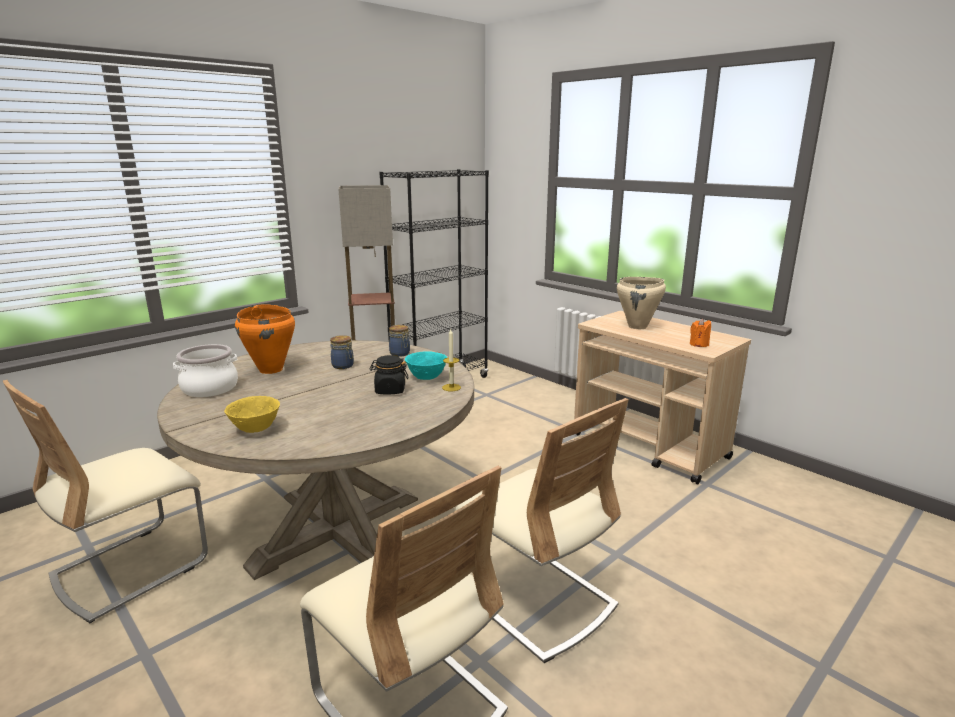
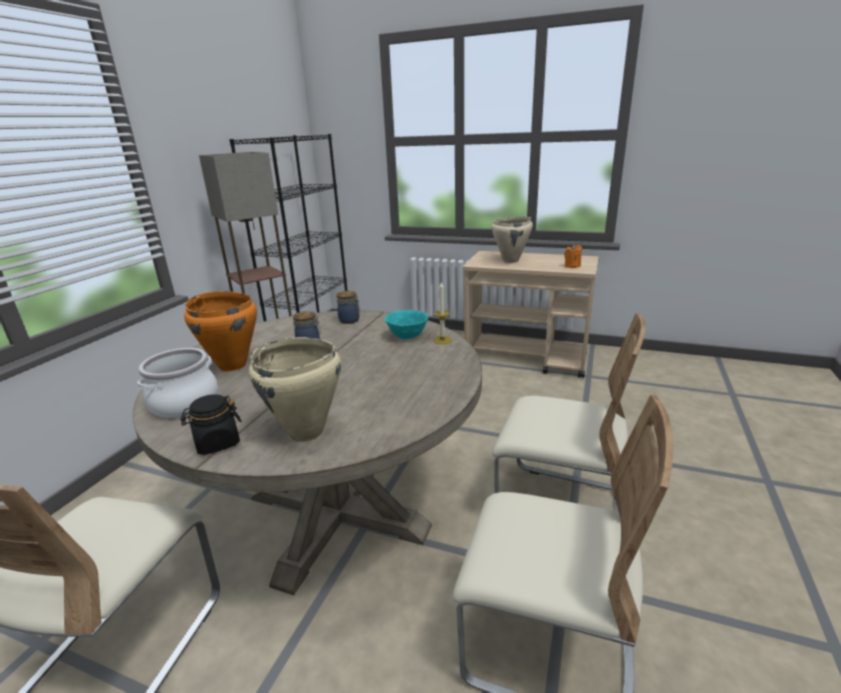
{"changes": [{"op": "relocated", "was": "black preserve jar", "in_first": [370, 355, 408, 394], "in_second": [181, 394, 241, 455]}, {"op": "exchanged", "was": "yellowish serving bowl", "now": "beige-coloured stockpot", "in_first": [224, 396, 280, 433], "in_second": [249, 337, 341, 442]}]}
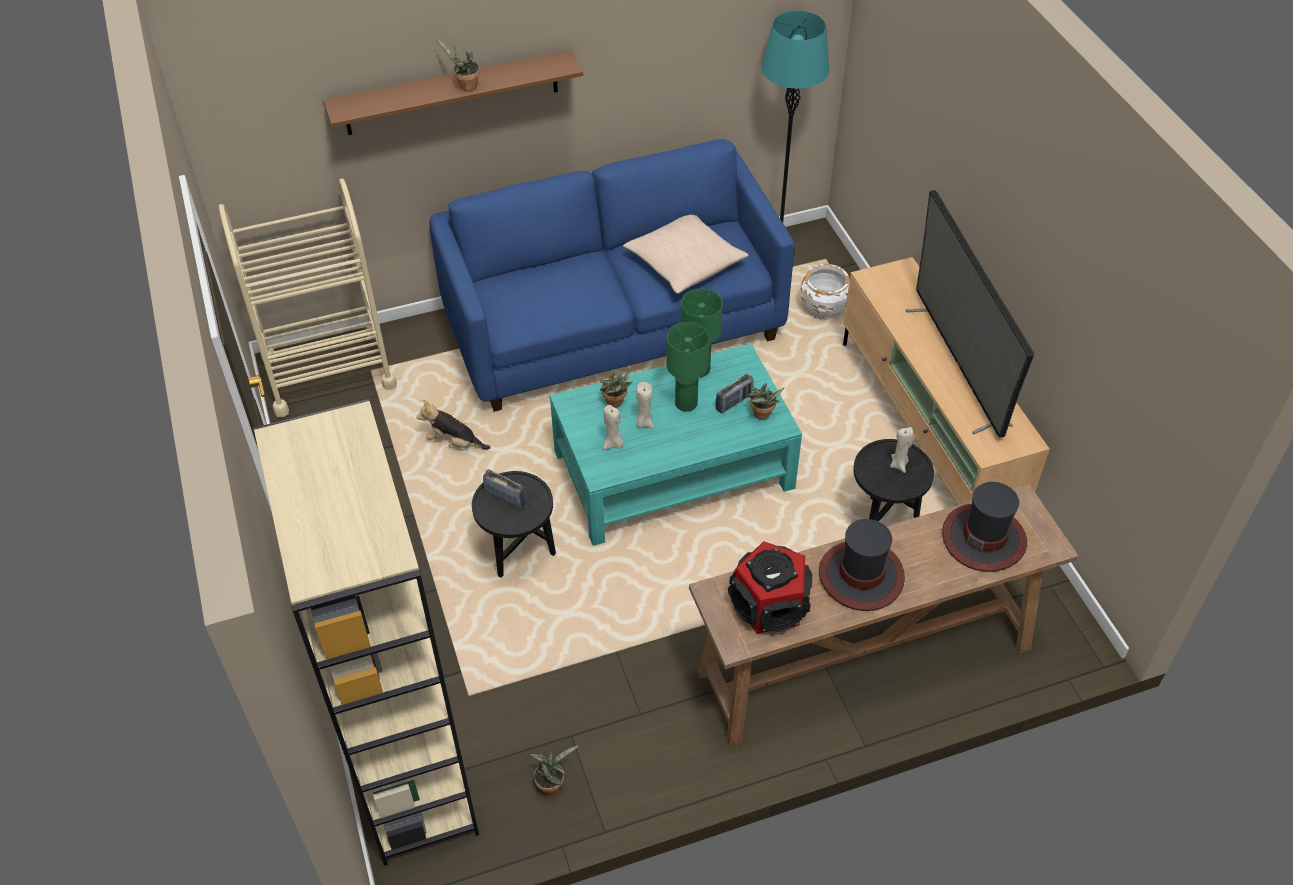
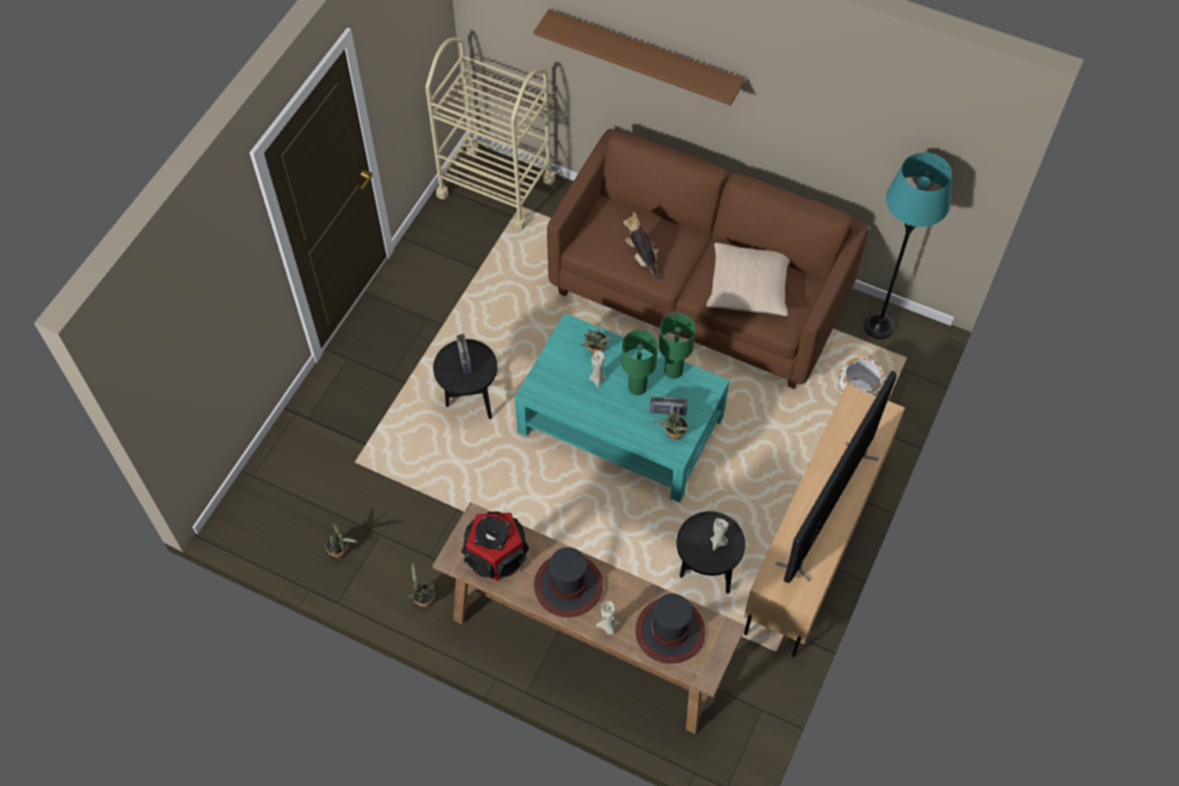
{"changes": [{"op": "relocated", "was": "houseplant", "in_first": [436, 38, 480, 91], "in_second": [407, 563, 435, 607]}, {"op": "colour", "was": "blue-coloured settee", "now": "brownish settee", "in_first": [430, 139, 794, 412], "in_second": [547, 129, 869, 389]}, {"op": "missing", "was": "beige-coloured bookshelf", "in_first": [253, 399, 479, 866]}, {"op": "relocated", "was": "soft toy", "in_first": [416, 400, 491, 450], "in_second": [623, 212, 661, 280]}, {"op": "relocated", "was": "beige-coloured candle", "in_first": [603, 405, 624, 450], "in_second": [596, 601, 620, 635]}]}
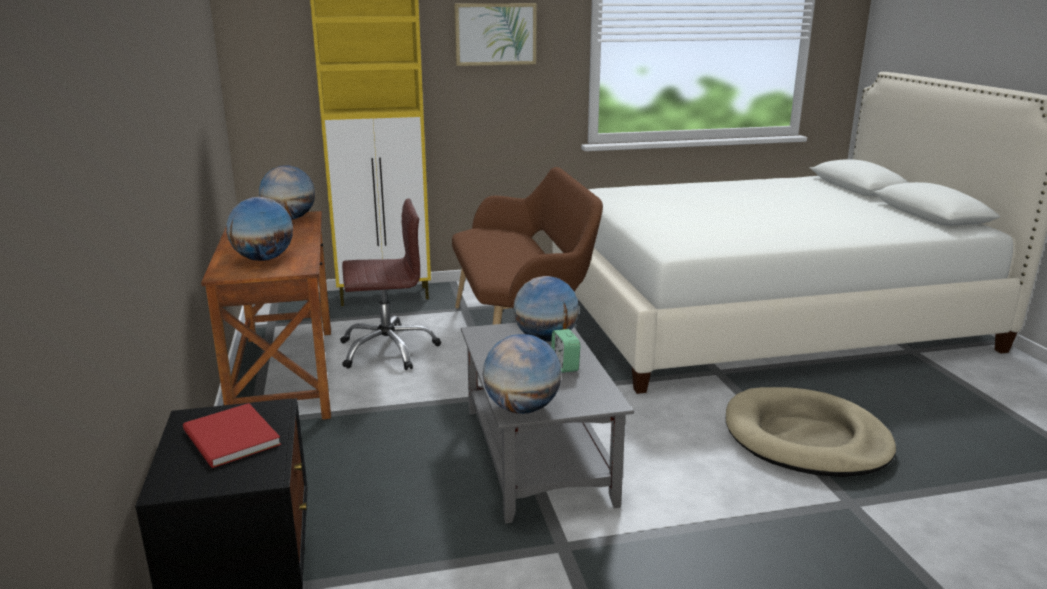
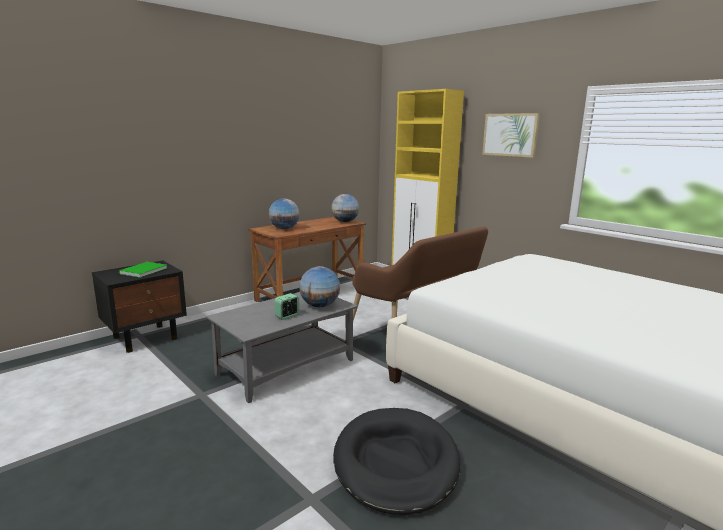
{"changes": [{"op": "missing", "was": "brownish computer chair", "in_first": [340, 199, 441, 370]}, {"op": "missing", "was": "world globe", "in_first": [483, 334, 562, 414]}, {"op": "colour", "was": "beige-coloured dog cushion", "now": "black dog cushion", "in_first": [726, 387, 896, 477], "in_second": [333, 408, 461, 515]}, {"op": "colour", "was": "reddish bound book", "now": "green-coloured bound book", "in_first": [183, 403, 281, 468], "in_second": [119, 262, 167, 278]}]}
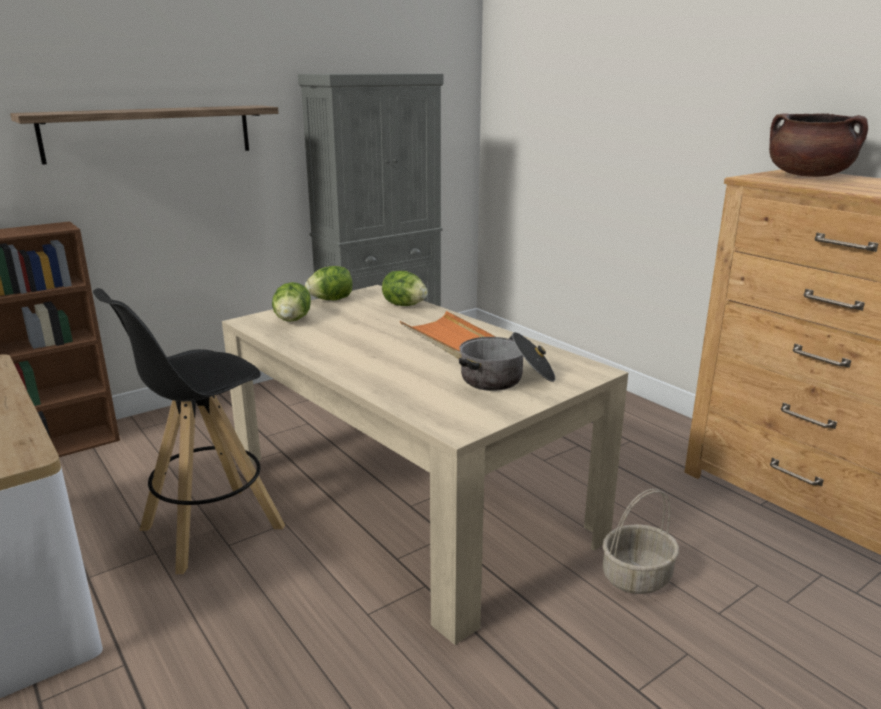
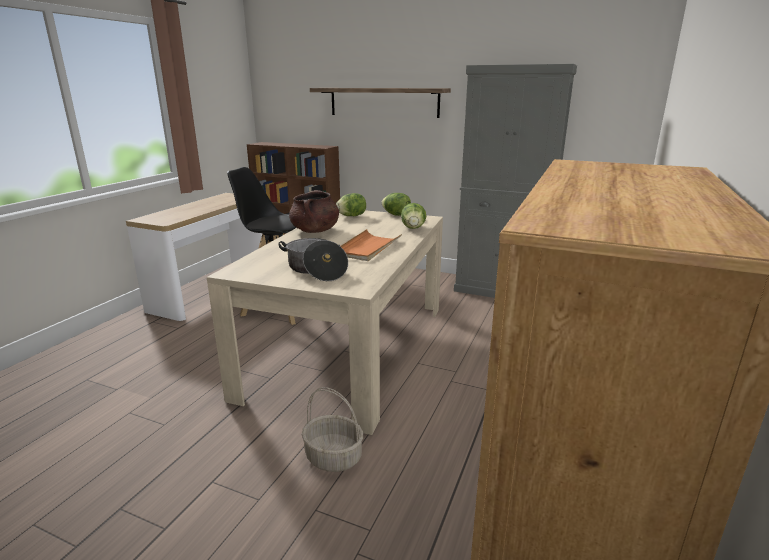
{"changes": [{"op": "relocated", "was": "brownish stockpot", "in_first": [769, 114, 868, 177], "in_second": [289, 190, 339, 233]}]}
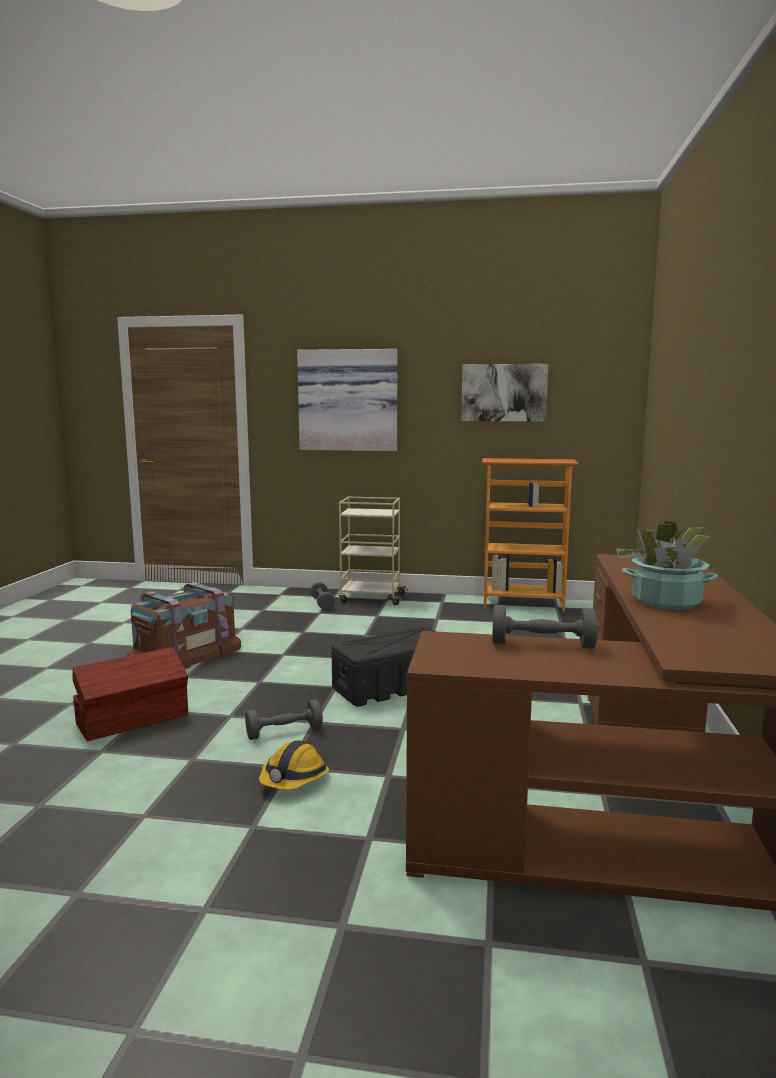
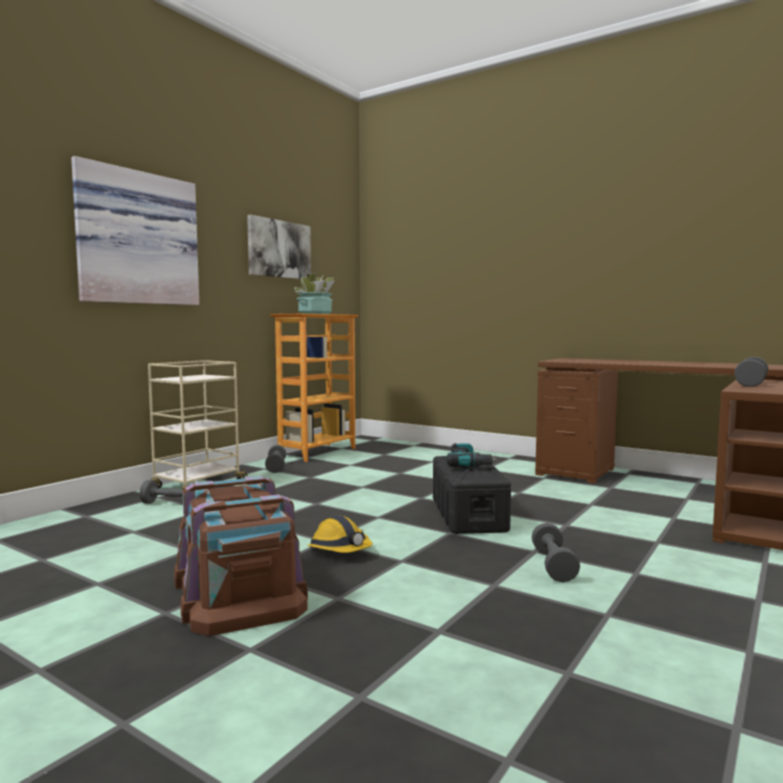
{"changes": [{"op": "relocated", "was": "houseplant", "in_first": [616, 520, 718, 610], "in_second": [294, 273, 335, 314]}, {"op": "missing", "was": "brownish storage box", "in_first": [72, 647, 188, 741]}, {"op": "relocated", "was": "hard hat", "in_first": [259, 740, 329, 790], "in_second": [307, 515, 372, 553]}, {"op": "appeared", "now": "electric drill", "in_second": [447, 443, 498, 467]}, {"op": "appeared", "now": "greyish free weight", "in_second": [265, 445, 286, 473]}]}
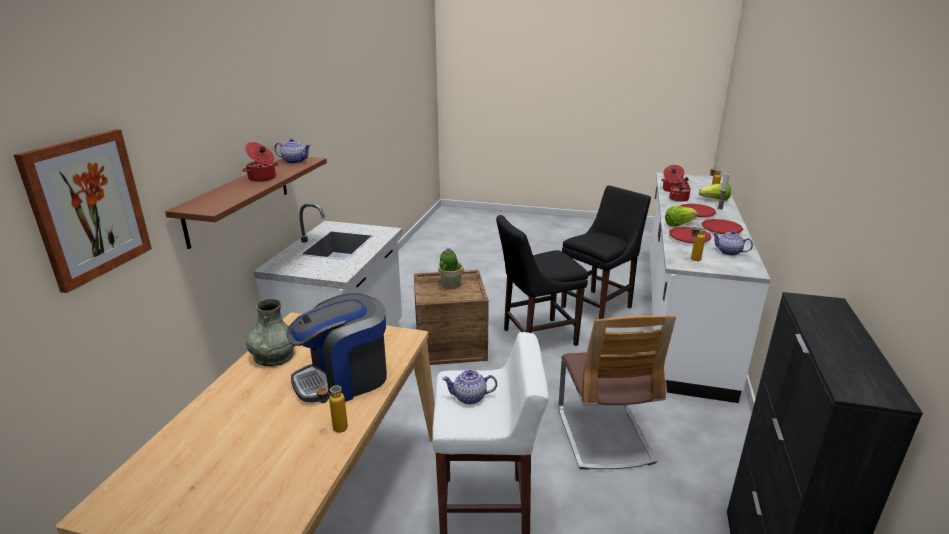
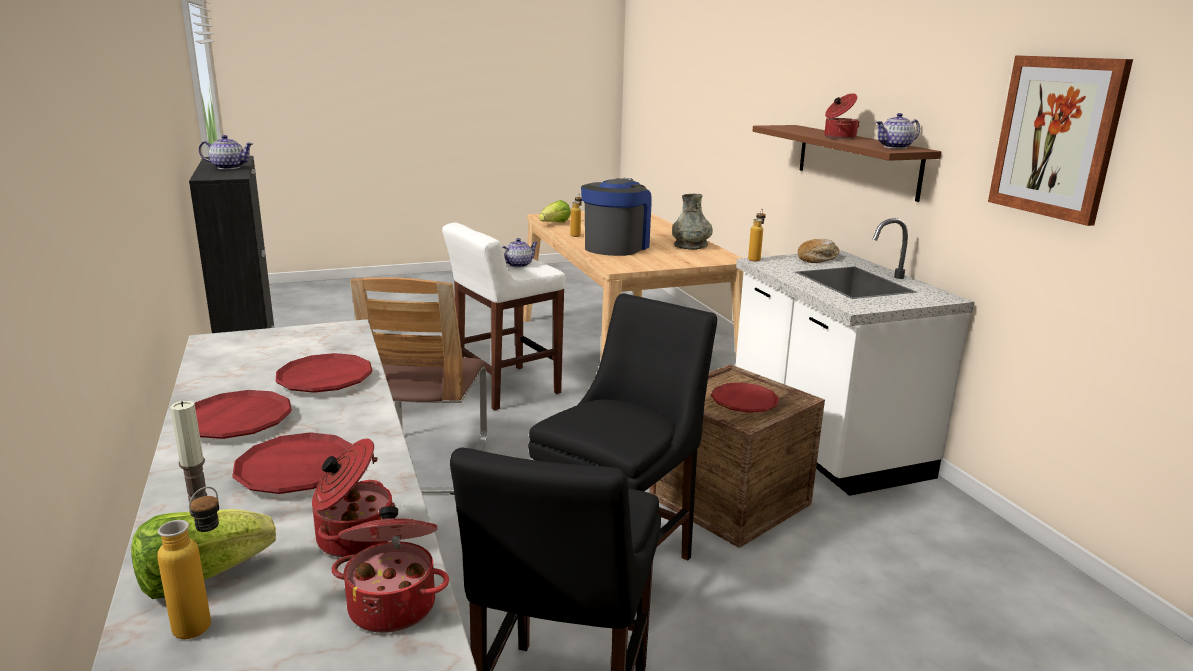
{"changes": [{"op": "relocated", "was": "wall art", "in_first": [14, 129, 152, 293], "in_second": [988, 56, 1133, 226]}, {"op": "relocated", "was": "head of lettuce", "in_first": [665, 206, 698, 227], "in_second": [539, 200, 571, 222]}, {"op": "relocated", "was": "drink bottle", "in_first": [691, 224, 705, 261], "in_second": [748, 209, 766, 261]}, {"op": "relocated", "was": "tea pot", "in_first": [712, 231, 753, 256], "in_second": [199, 135, 253, 169]}, {"op": "exchanged", "was": "houseplant", "now": "reddish plate", "in_first": [438, 248, 463, 289], "in_second": [711, 382, 779, 413]}, {"op": "spun", "was": "plain chair", "in_first": [559, 315, 676, 470], "in_second": [350, 277, 487, 495], "clockwise": -135}, {"op": "appeared", "now": "bakery bread", "in_second": [798, 239, 840, 263]}]}
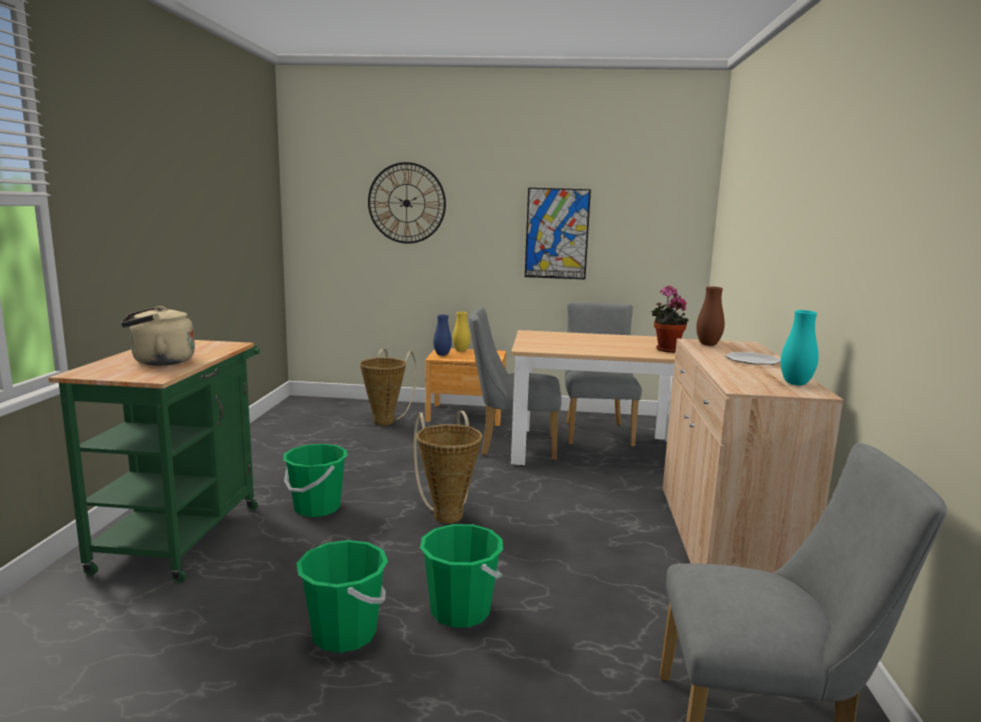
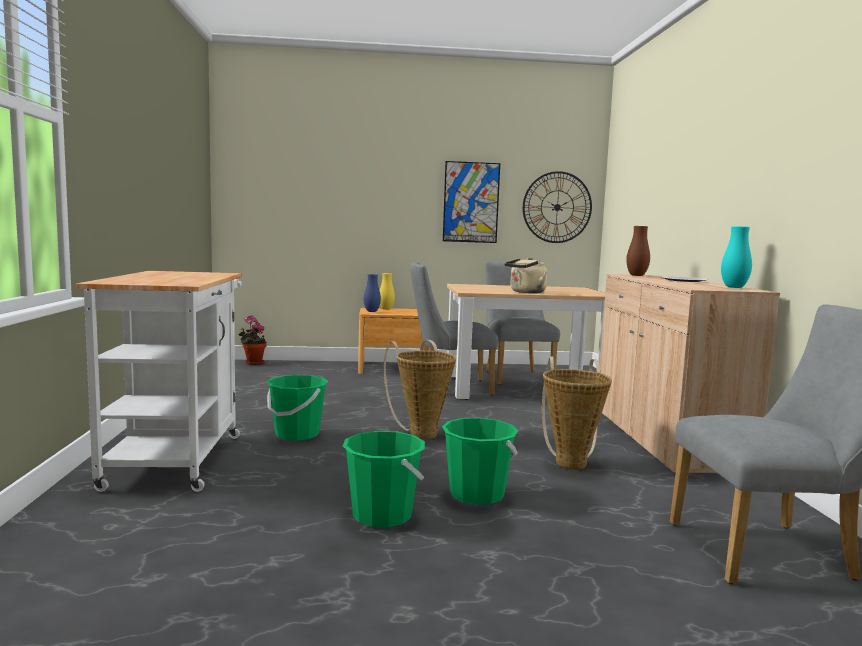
{"changes": [{"op": "relocated", "was": "clock on the wall", "in_first": [368, 162, 446, 244], "in_second": [523, 171, 592, 243]}, {"op": "relocated", "was": "houseplant", "in_first": [651, 285, 688, 353], "in_second": [239, 315, 267, 365]}, {"op": "relocated", "was": "beige-coloured tea kettle", "in_first": [121, 306, 195, 366], "in_second": [504, 257, 547, 293]}, {"op": "colour", "was": "green-coloured wheeled cart", "now": "white wheeled cart", "in_first": [48, 340, 260, 583], "in_second": [76, 271, 242, 492]}, {"op": "relocated", "was": "household basket", "in_first": [360, 349, 416, 425], "in_second": [542, 357, 612, 470]}]}
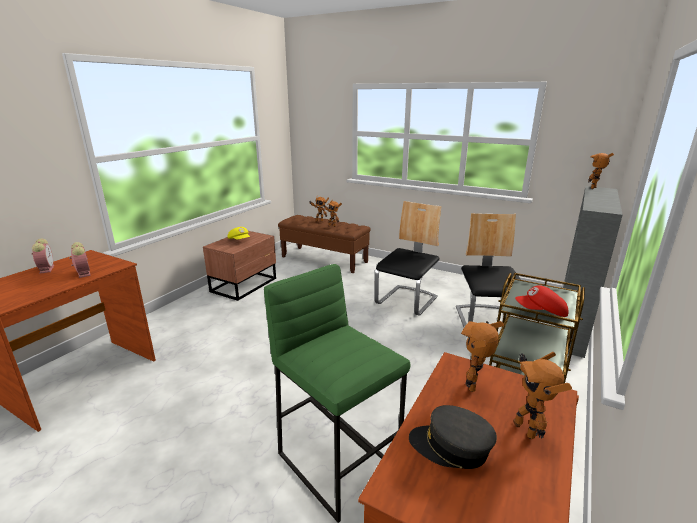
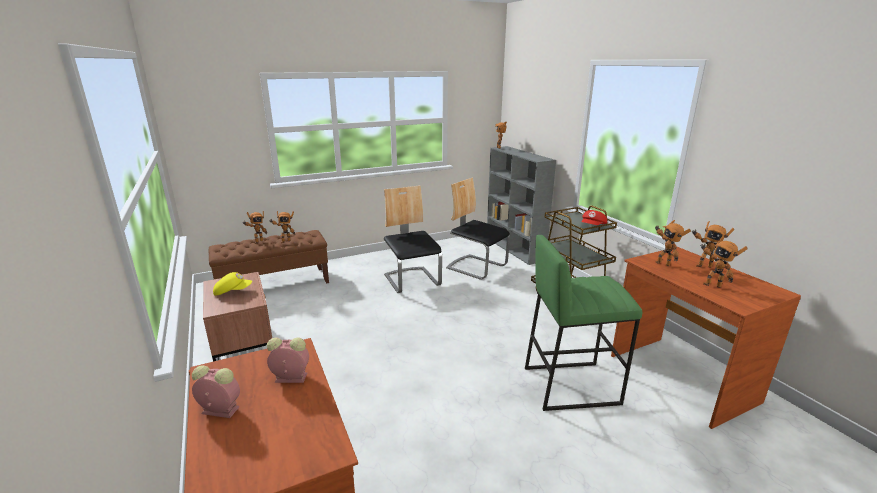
{"changes": [{"op": "exchanged", "was": "greyish peaked cap", "now": "robot figure", "in_first": [409, 405, 497, 469], "in_second": [700, 236, 748, 288]}]}
